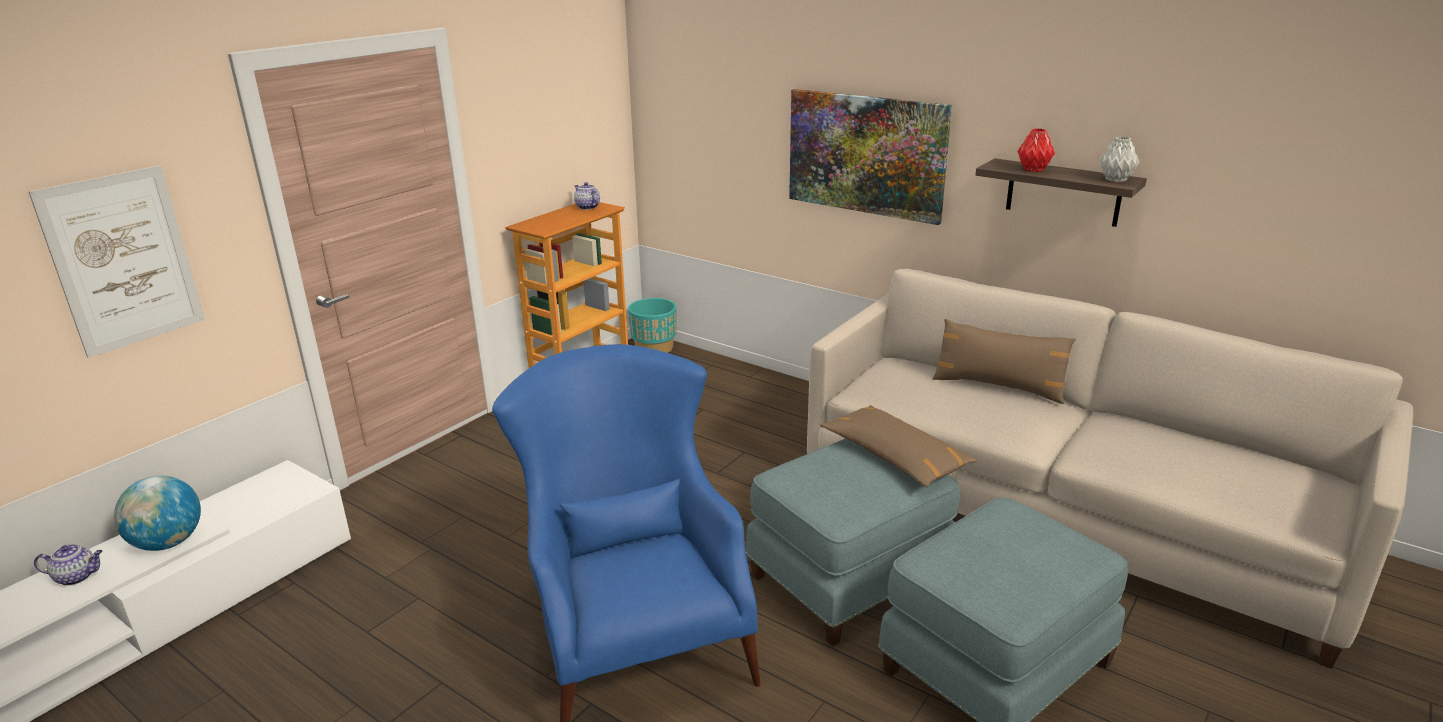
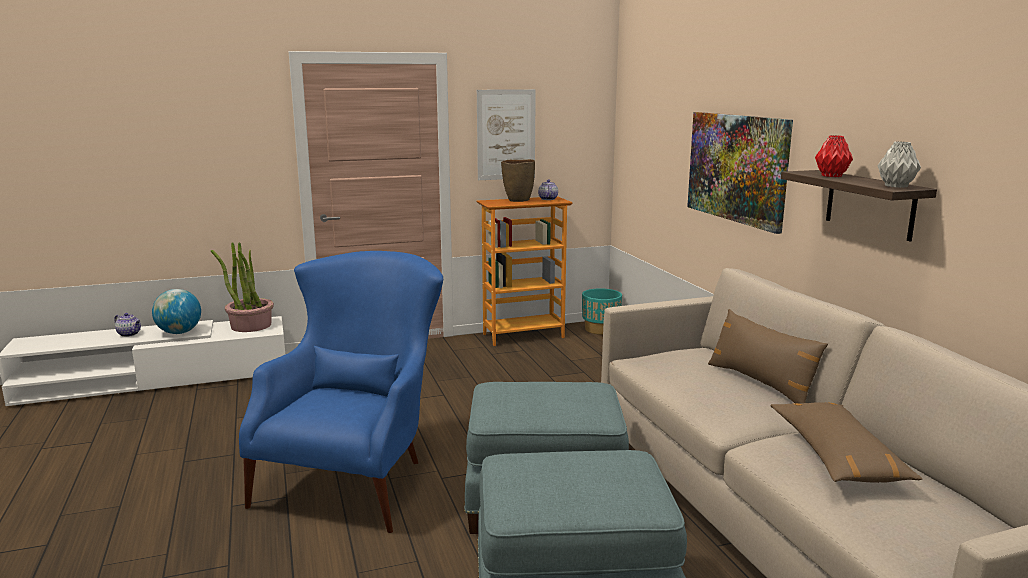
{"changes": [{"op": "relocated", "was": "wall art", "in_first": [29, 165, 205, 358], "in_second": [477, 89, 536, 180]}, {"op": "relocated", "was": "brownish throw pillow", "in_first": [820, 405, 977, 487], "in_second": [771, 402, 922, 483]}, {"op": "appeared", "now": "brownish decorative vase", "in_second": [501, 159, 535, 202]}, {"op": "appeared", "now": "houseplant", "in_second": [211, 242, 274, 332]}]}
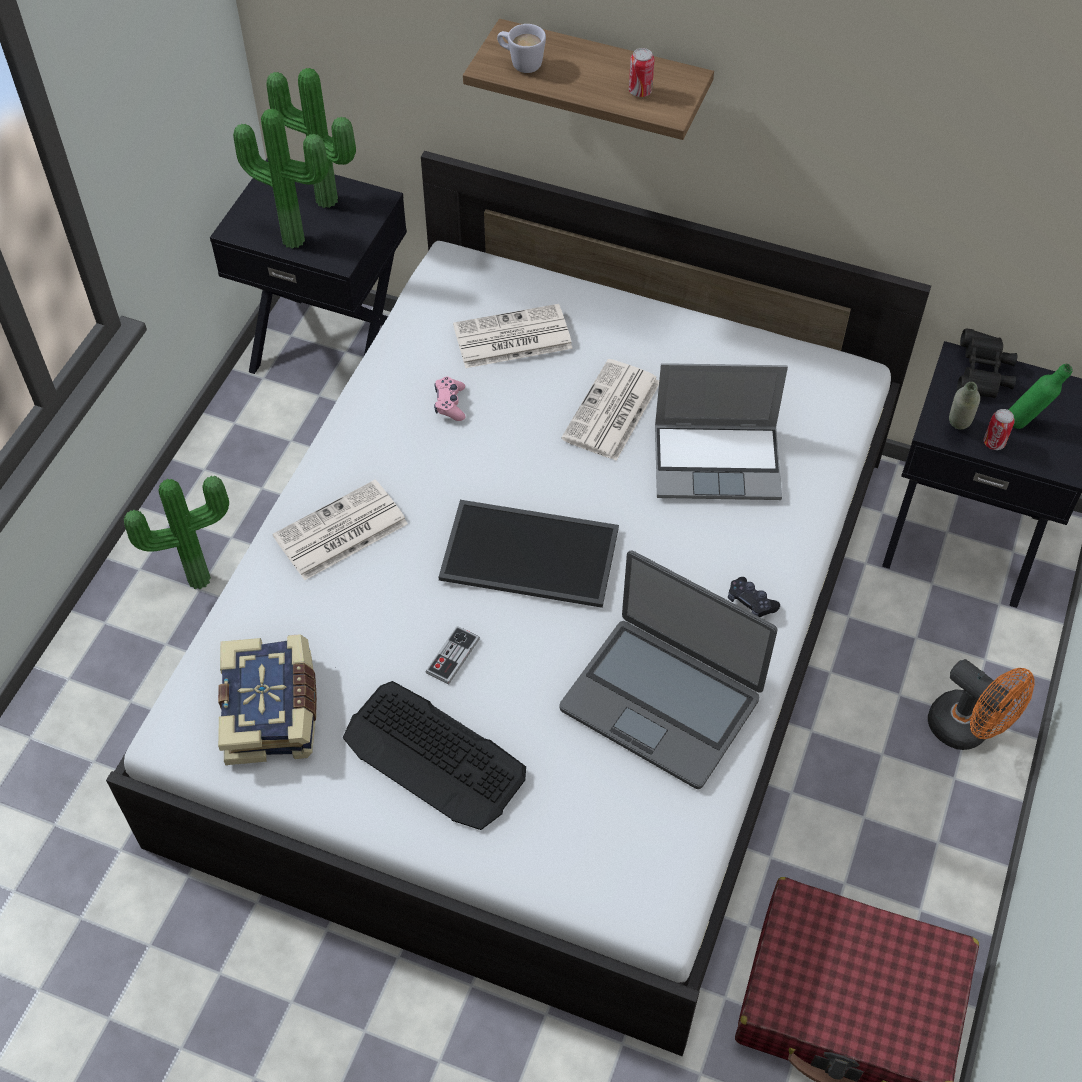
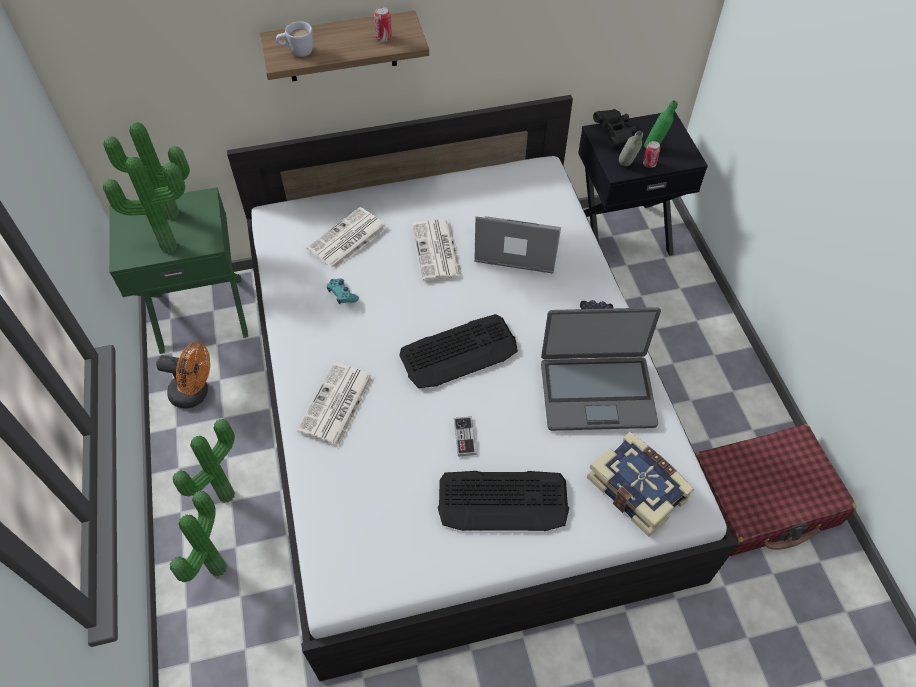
{"changes": [{"op": "colour", "was": "black nightstand", "now": "green-coloured nightstand", "in_first": [210, 158, 407, 374], "in_second": [109, 187, 248, 354]}, {"op": "spun", "was": "laptop", "in_first": [655, 363, 788, 500], "in_second": [474, 216, 561, 273], "clockwise": -135}, {"op": "colour", "was": "pinkish gamepad", "now": "turquoise gamepad", "in_first": [434, 376, 466, 421], "in_second": [327, 279, 359, 304]}, {"op": "exchanged", "was": "tray", "now": "keyboard", "in_first": [439, 500, 619, 608], "in_second": [400, 314, 518, 388]}, {"op": "relocated", "was": "bound book", "in_first": [218, 634, 317, 765], "in_second": [587, 432, 694, 537]}, {"op": "relocated", "was": "orange-coloured cooling fan", "in_first": [928, 659, 1035, 750], "in_second": [156, 342, 210, 409]}, {"op": "appeared", "now": "houseplant", "in_second": [170, 491, 227, 582]}]}
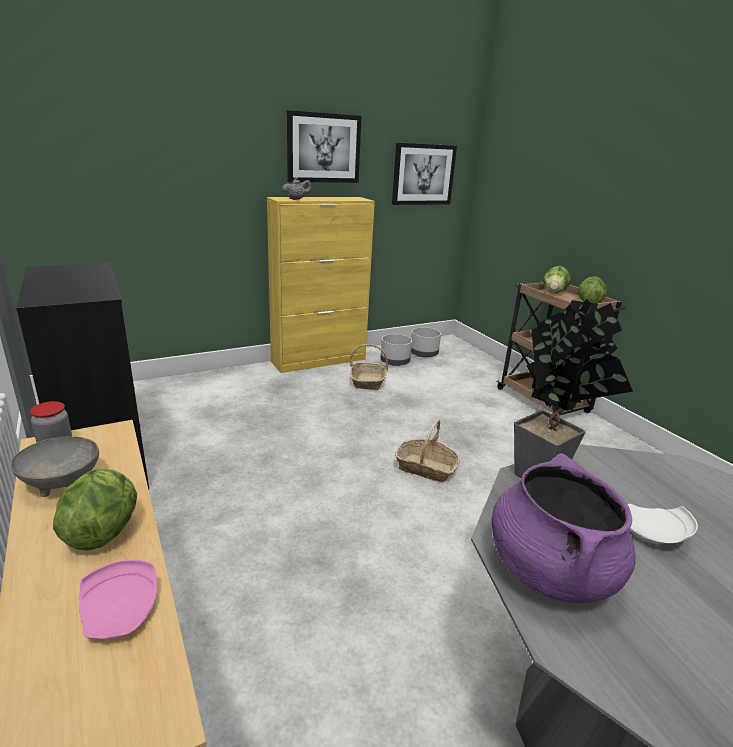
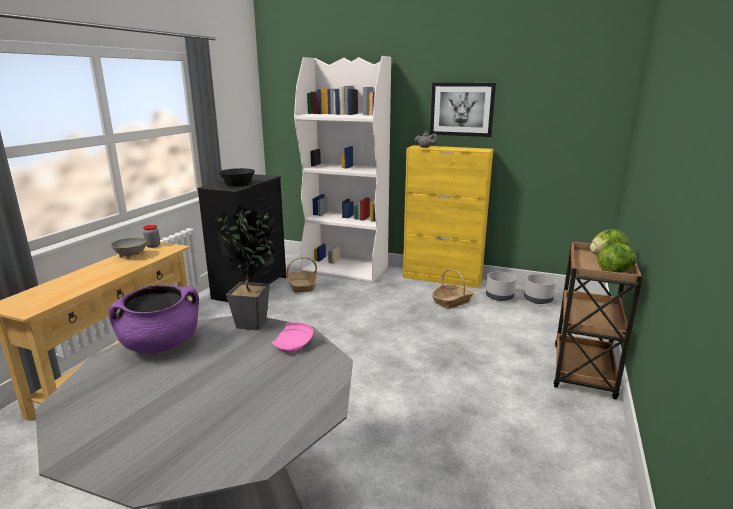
{"changes": [{"op": "missing", "was": "wall art", "in_first": [392, 143, 457, 205]}, {"op": "relocated", "was": "household basket", "in_first": [395, 419, 460, 482], "in_second": [286, 257, 317, 293]}, {"op": "missing", "was": "head of lettuce", "in_first": [53, 468, 137, 550]}, {"op": "missing", "was": "white plate", "in_first": [628, 504, 698, 544]}, {"op": "relocated", "was": "pinkish plate", "in_first": [79, 559, 157, 639], "in_second": [272, 322, 314, 353]}, {"op": "appeared", "now": "white bookshelf", "in_second": [294, 56, 391, 283]}, {"op": "appeared", "now": "black serving bowl", "in_second": [219, 168, 255, 186]}]}
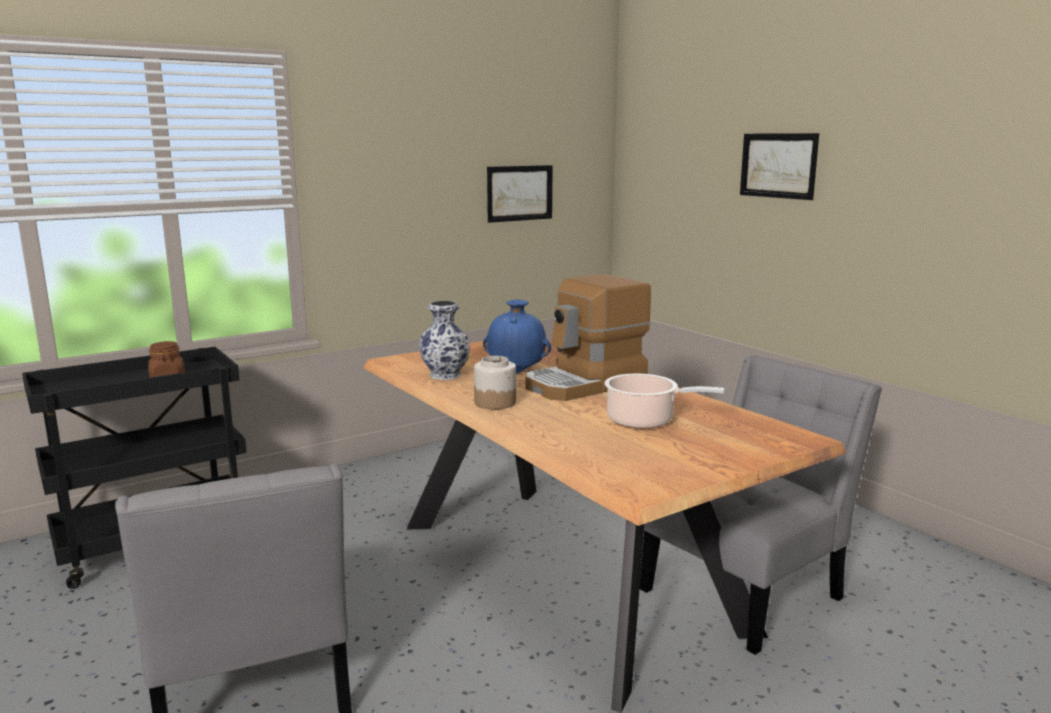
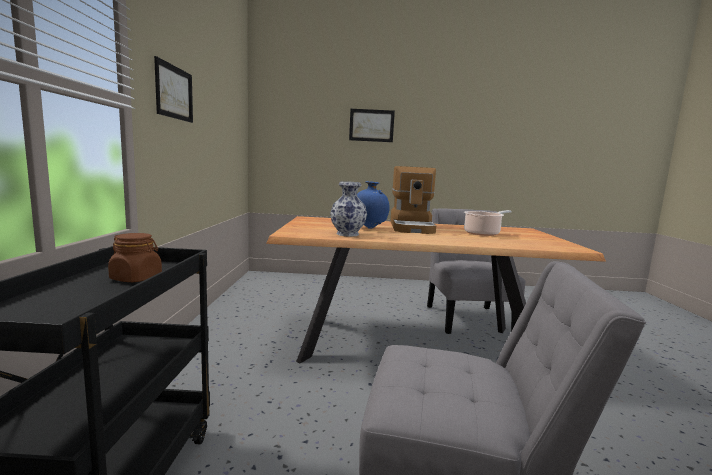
{"changes": [{"op": "relocated", "was": "wall art", "in_first": [487, 165, 553, 223], "in_second": [154, 56, 193, 123]}, {"op": "missing", "was": "preserve jar", "in_first": [474, 356, 516, 410]}]}
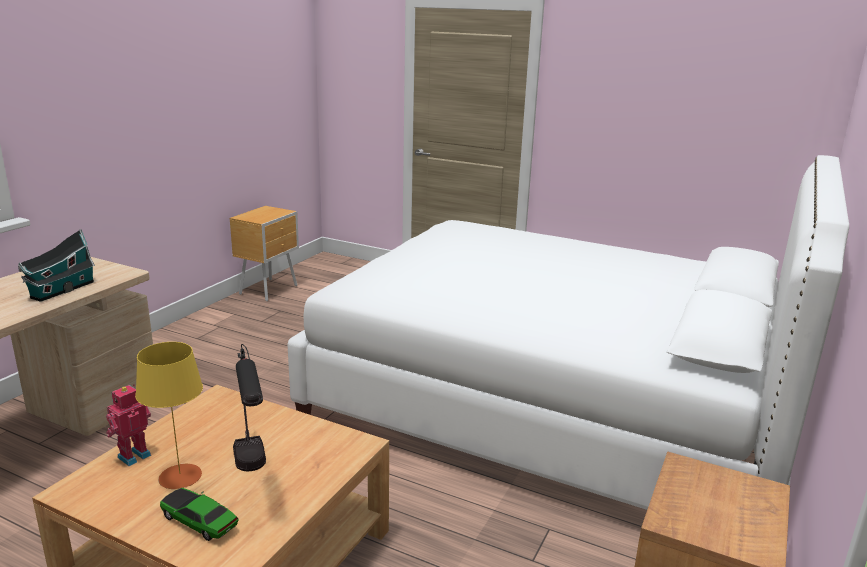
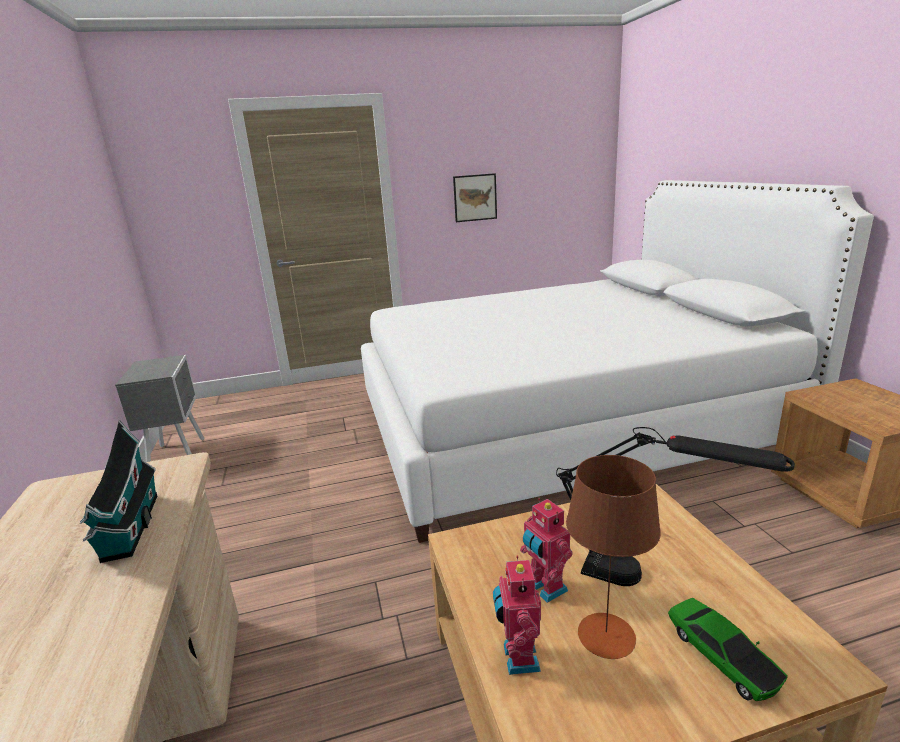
{"changes": [{"op": "colour", "was": "brownish nightstand", "now": "greyish nightstand", "in_first": [230, 206, 299, 301], "in_second": [115, 355, 204, 462]}, {"op": "colour", "was": "yellowish lamp for a table", "now": "brownish lamp for a table", "in_first": [135, 342, 203, 489], "in_second": [566, 455, 661, 659]}, {"op": "spun", "was": "toy car", "in_first": [160, 488, 239, 541], "in_second": [668, 598, 788, 701], "clockwise": -105}, {"op": "appeared", "now": "wall art", "in_second": [453, 173, 497, 222]}, {"op": "appeared", "now": "robot figure", "in_second": [520, 498, 572, 603]}]}
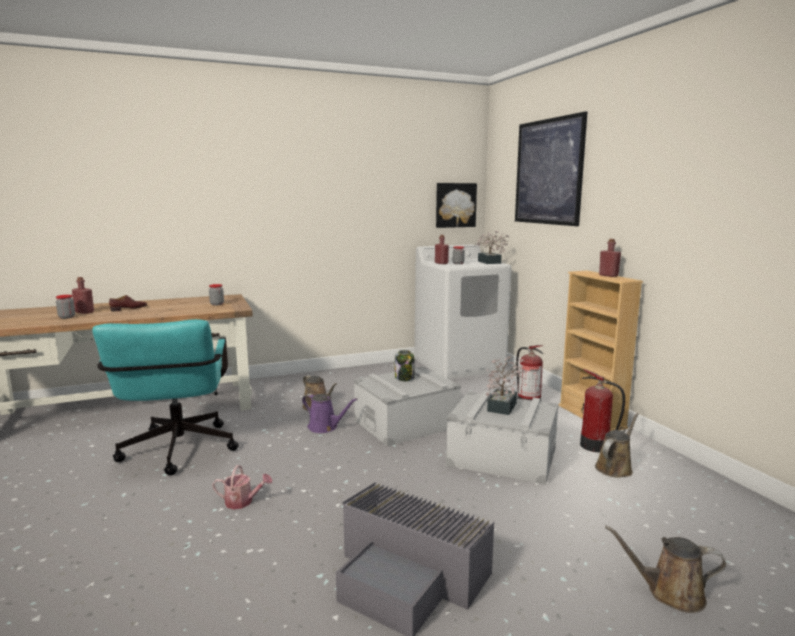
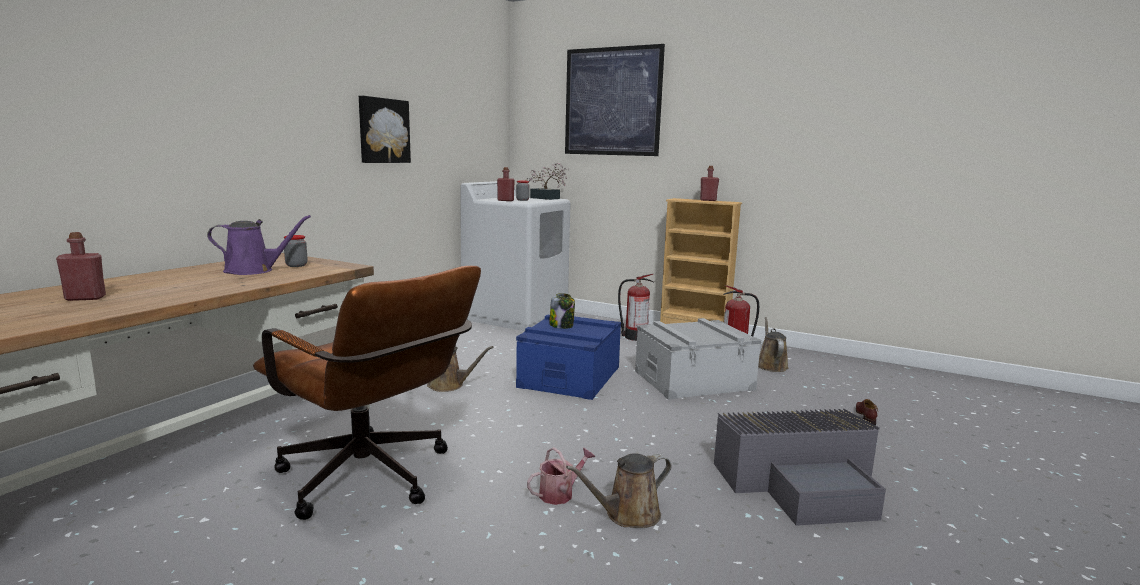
{"changes": [{"op": "relocated", "was": "wall art", "in_first": [436, 183, 477, 228], "in_second": [359, 96, 411, 163]}, {"op": "missing", "was": "preserve jar", "in_first": [56, 295, 75, 319]}, {"op": "relocated", "was": "brownish shoe", "in_first": [109, 295, 147, 311], "in_second": [856, 399, 878, 425]}, {"op": "colour", "was": "turquoise computer chair", "now": "brownish computer chair", "in_first": [92, 319, 239, 476], "in_second": [253, 266, 481, 520]}, {"op": "missing", "was": "houseplant", "in_first": [486, 356, 525, 415]}, {"op": "colour", "was": "greyish storage box", "now": "blue-coloured storage box", "in_first": [354, 366, 461, 447], "in_second": [516, 314, 621, 400]}, {"op": "relocated", "was": "purple-coloured watering pot", "in_first": [302, 394, 358, 433], "in_second": [207, 215, 311, 275]}, {"op": "relocated", "was": "brownish watering pot", "in_first": [605, 525, 726, 613], "in_second": [566, 453, 671, 528]}]}
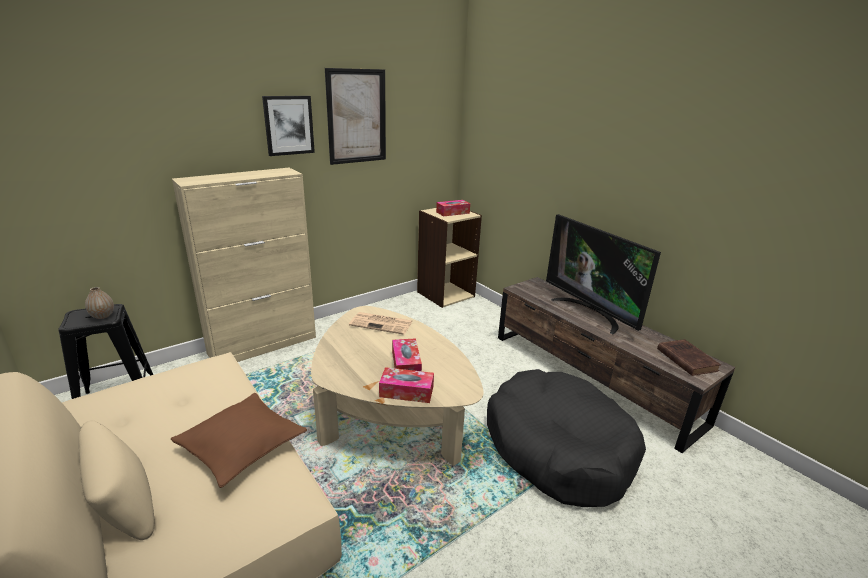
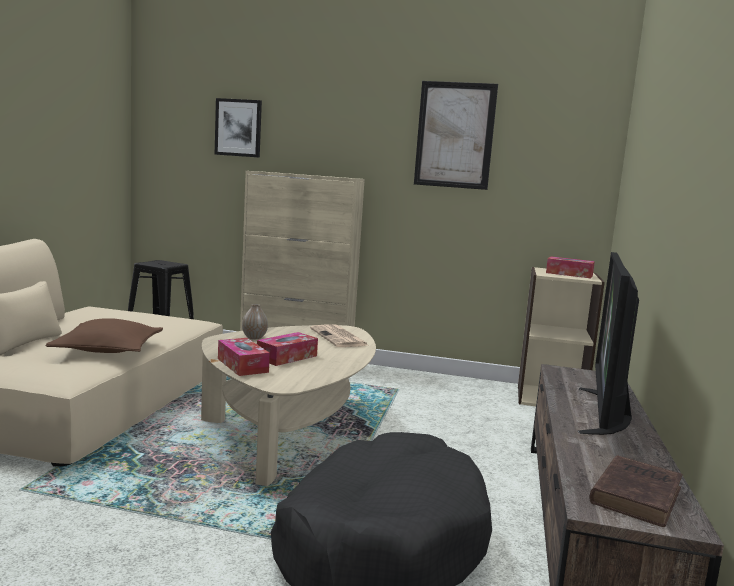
{"changes": [{"op": "relocated", "was": "wall art", "in_first": [262, 96, 315, 156], "in_second": [215, 98, 262, 158]}, {"op": "relocated", "was": "decorative vase", "in_first": [85, 287, 114, 319], "in_second": [242, 304, 268, 339]}]}
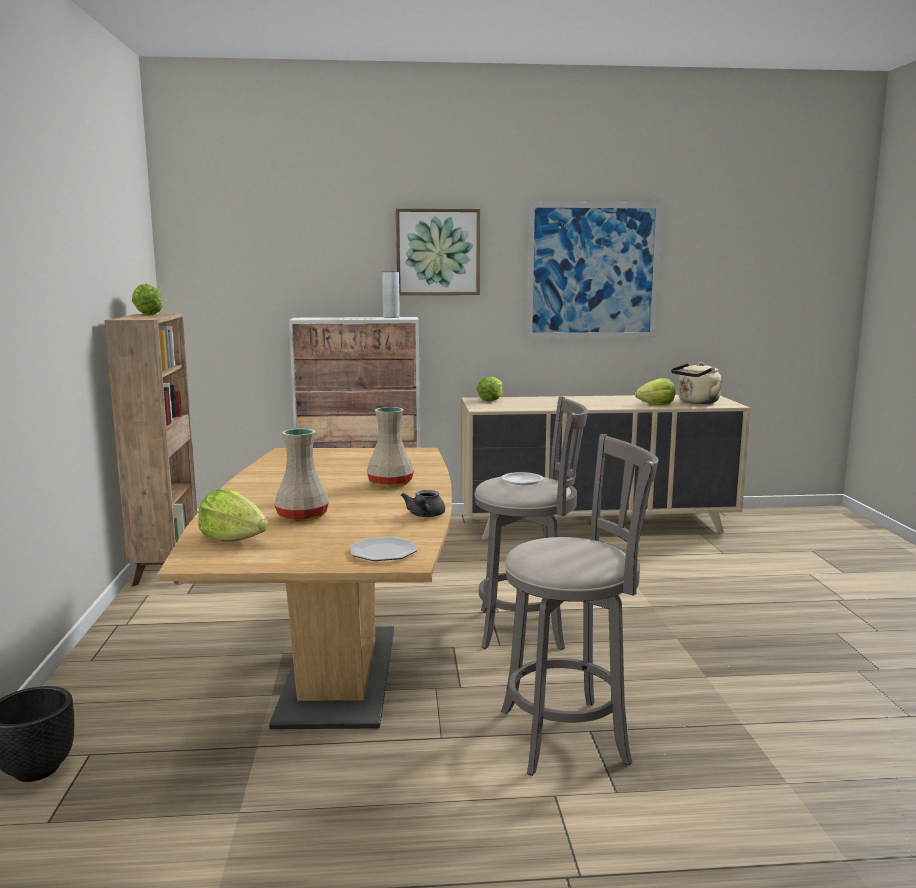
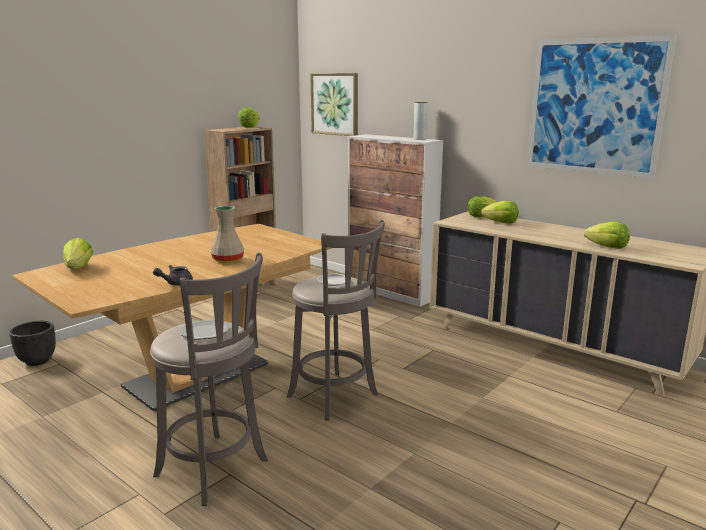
{"changes": [{"op": "relocated", "was": "wall art", "in_first": [396, 208, 480, 295], "in_second": [310, 73, 358, 136]}, {"op": "missing", "was": "beige-coloured tea kettle", "in_first": [671, 362, 723, 404]}, {"op": "missing", "was": "beige-coloured decorative vase", "in_first": [274, 429, 329, 522]}, {"op": "relocated", "was": "plate", "in_first": [349, 536, 417, 561], "in_second": [181, 320, 228, 340]}, {"op": "appeared", "now": "head of lettuce", "in_second": [481, 200, 518, 223]}]}
